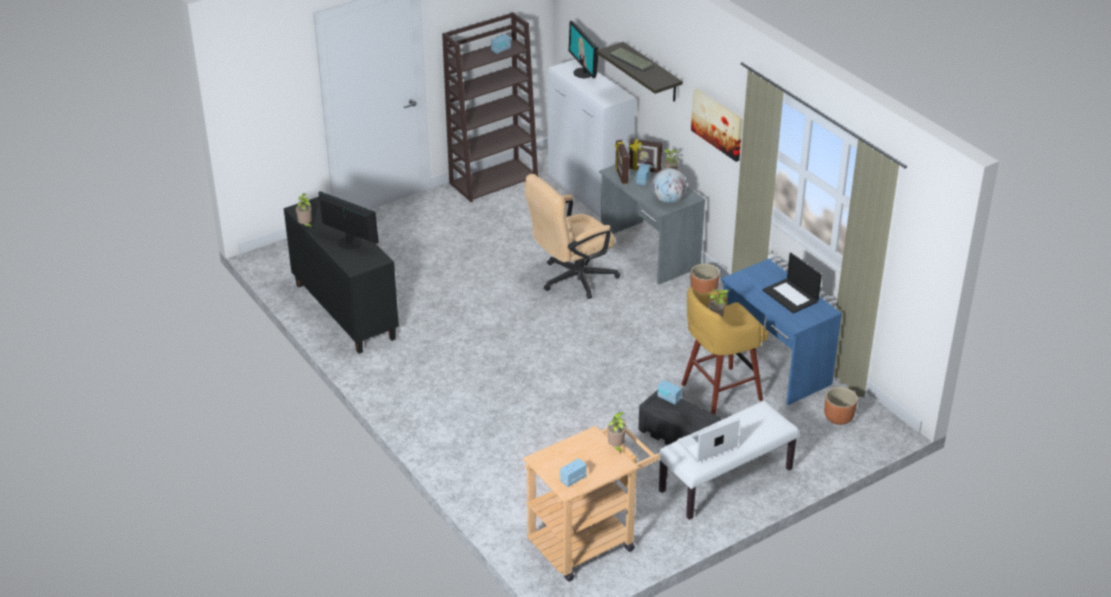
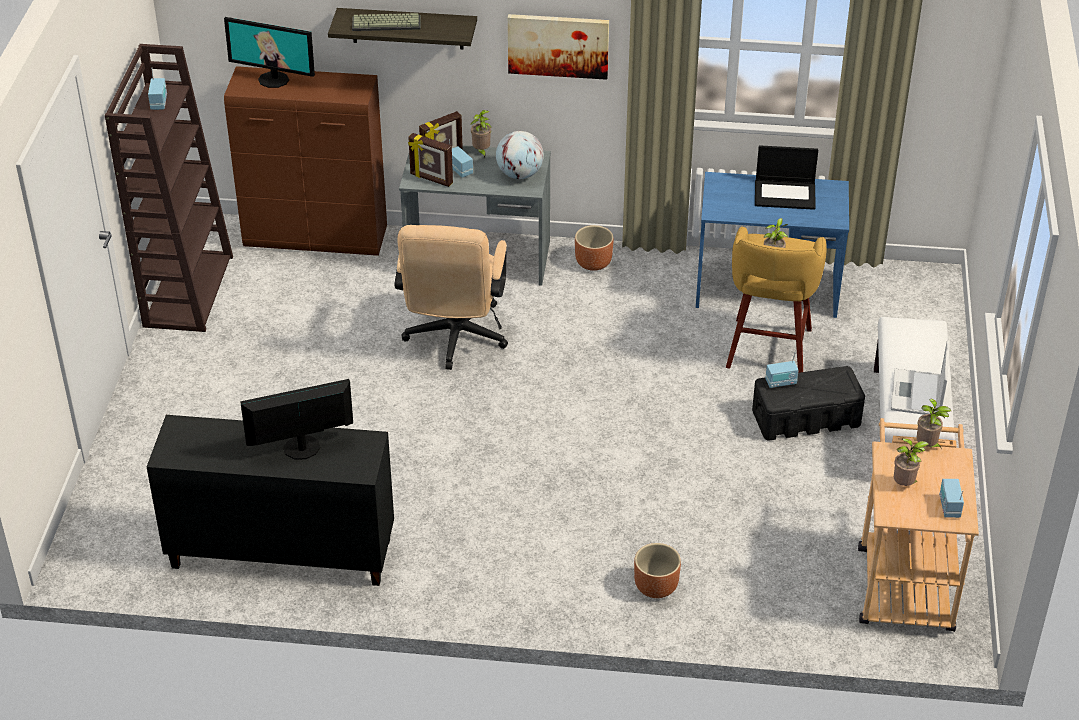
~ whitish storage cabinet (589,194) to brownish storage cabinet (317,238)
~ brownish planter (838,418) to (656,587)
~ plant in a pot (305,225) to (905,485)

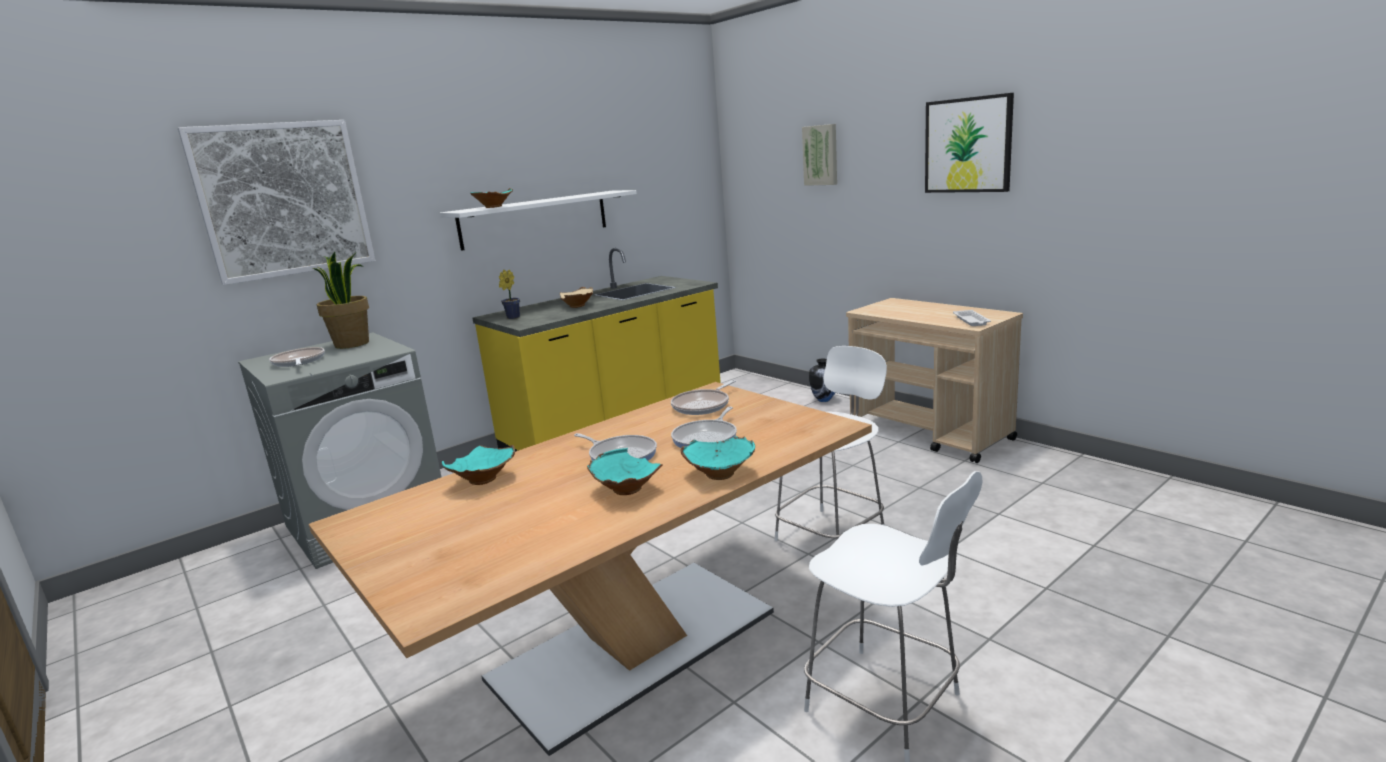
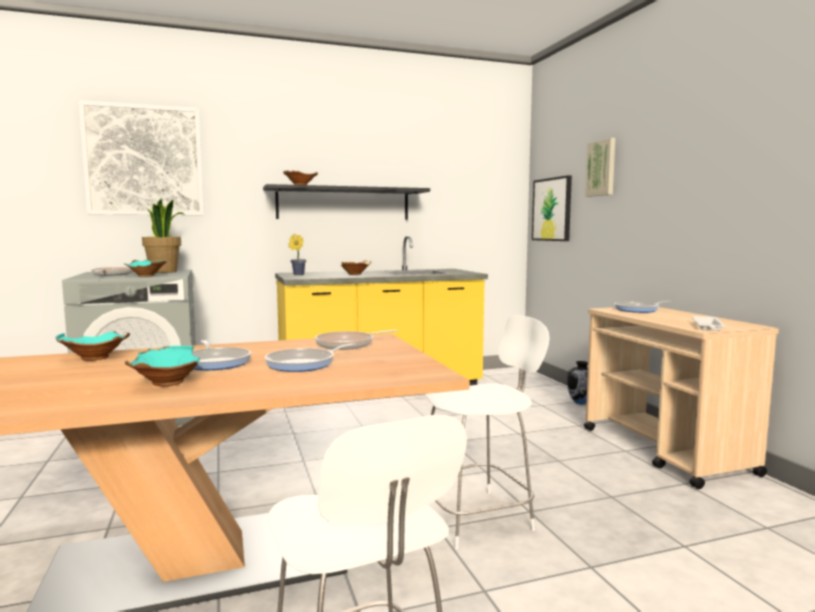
~ turquoise-coloured deep dish (720,473) to (147,275)
~ whitish bracket shelf (535,219) to blackish bracket shelf (343,204)
~ picture (968,145) to (552,209)
+ pan (638,310)

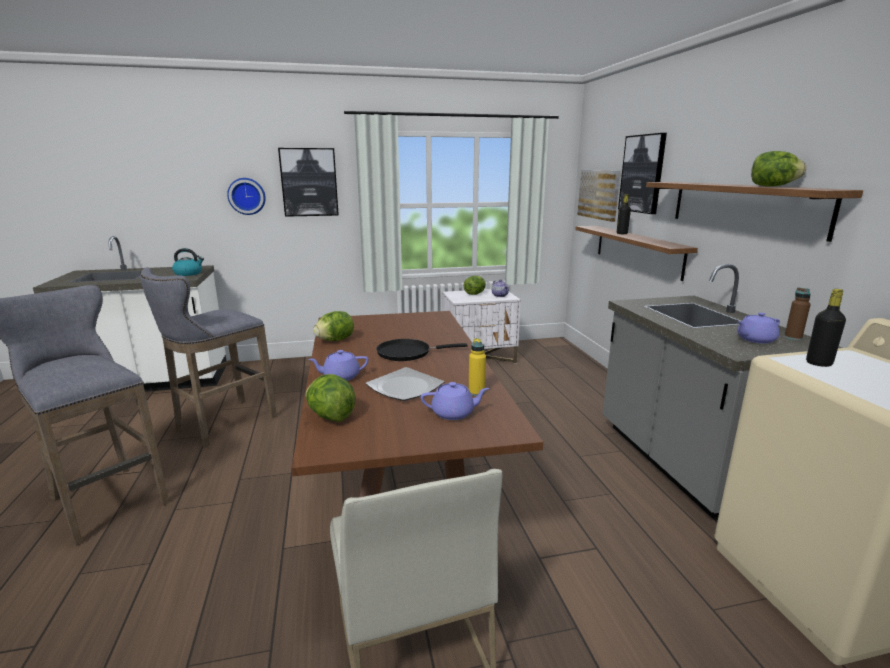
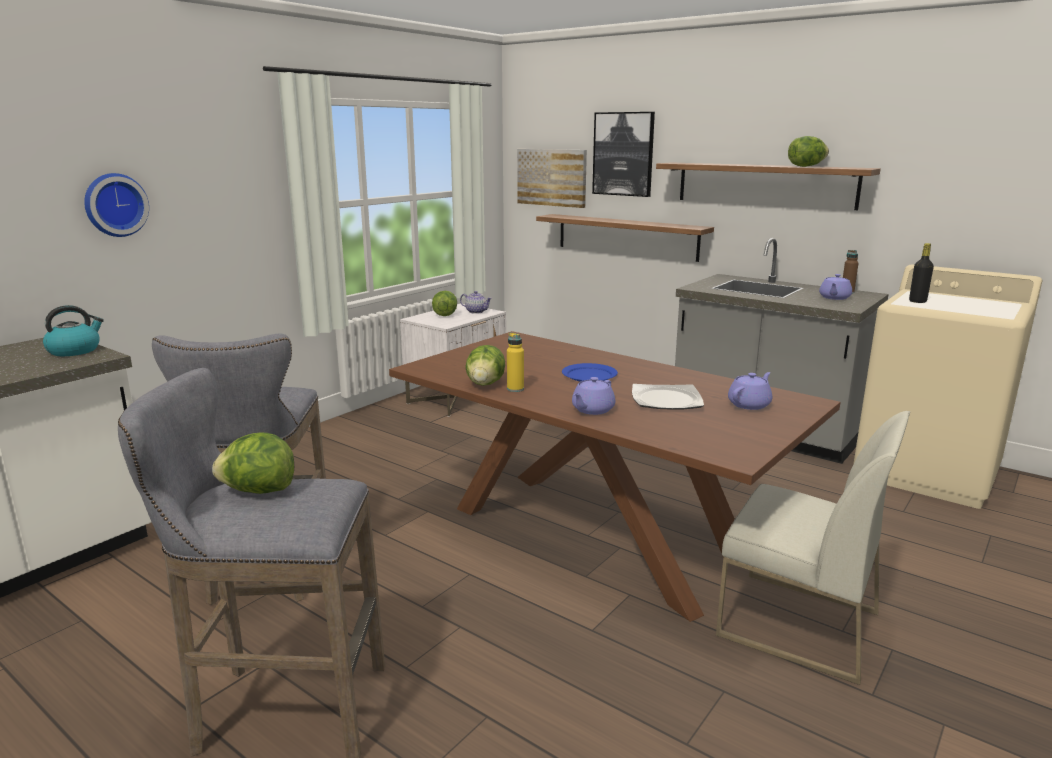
~ head of lettuce (330,416) to (259,491)
~ yellowish drink bottle (476,392) to (515,389)
~ blackish pan (408,353) to blue plate (589,375)
- picture (309,182)
- blackish drink bottle (622,233)

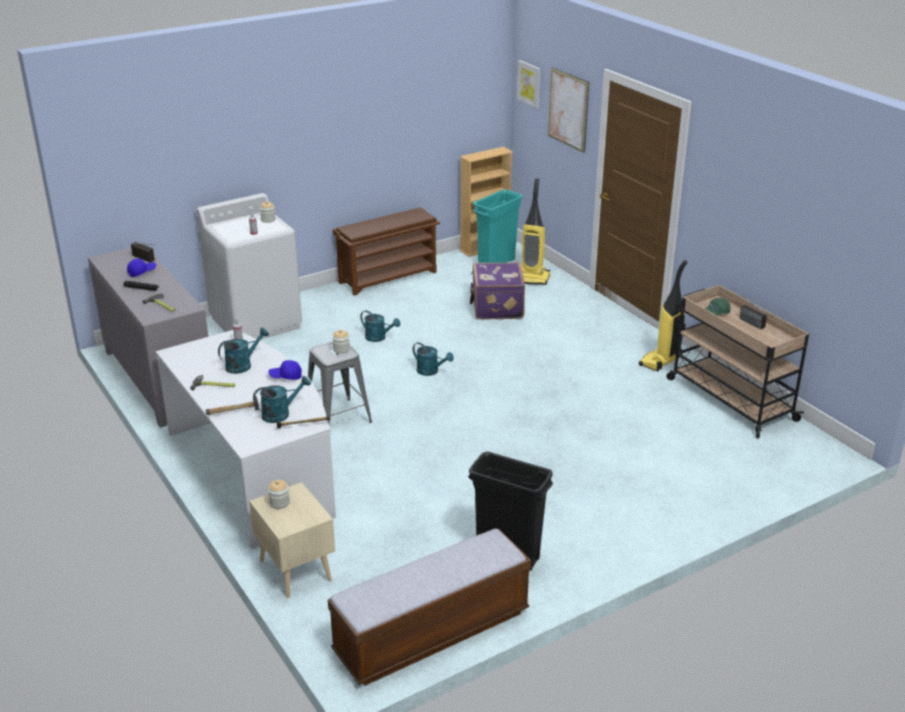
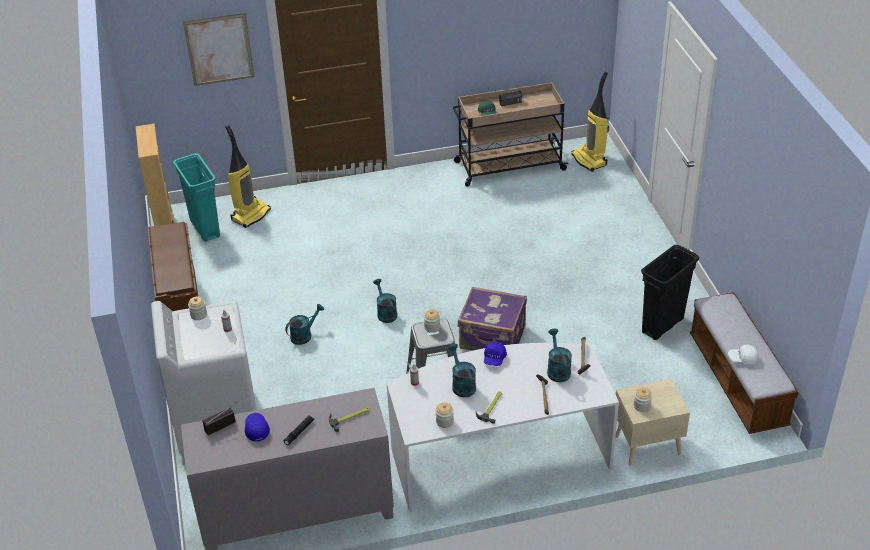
~ turquoise-coloured watering can (431,371) = (385,313) 75 degrees counterclockwise
+ preserve jar (444,421)
~ purple travel case (496,307) to (492,338)
~ vacuum (660,362) to (590,160)
+ whitish cap (742,358)
- picture (529,83)

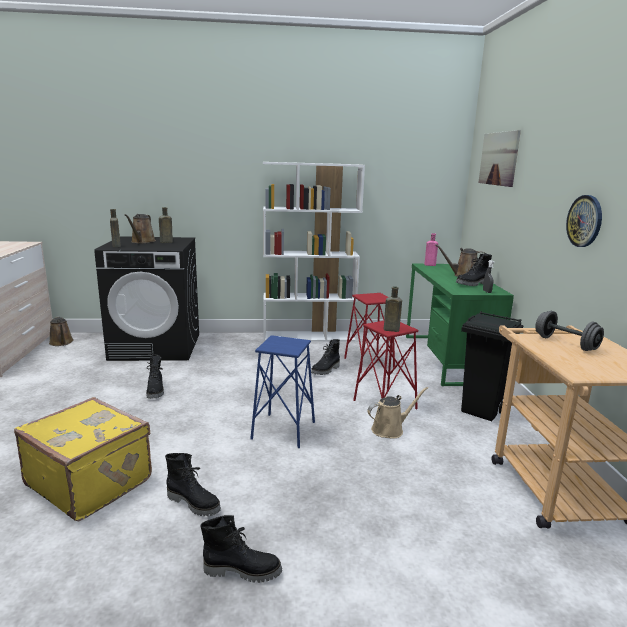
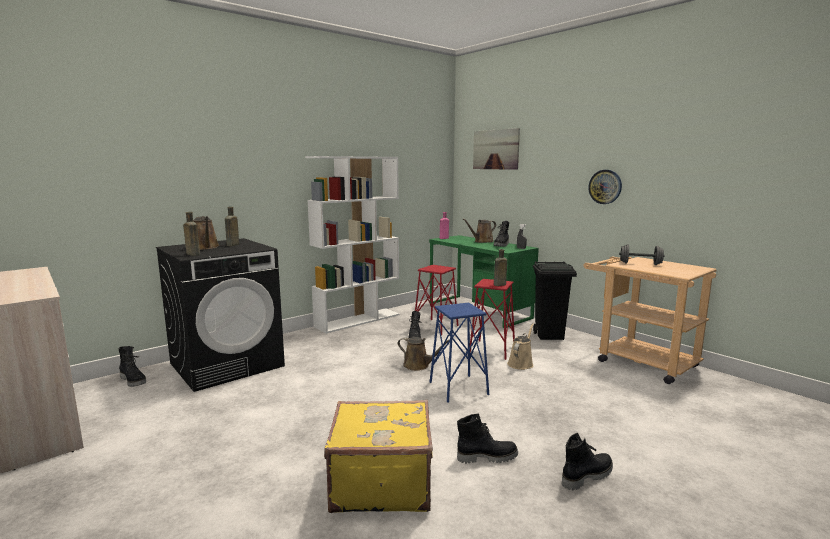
~ blackish boot (156,391) to (134,381)
~ brownish watering can (61,343) to (419,365)

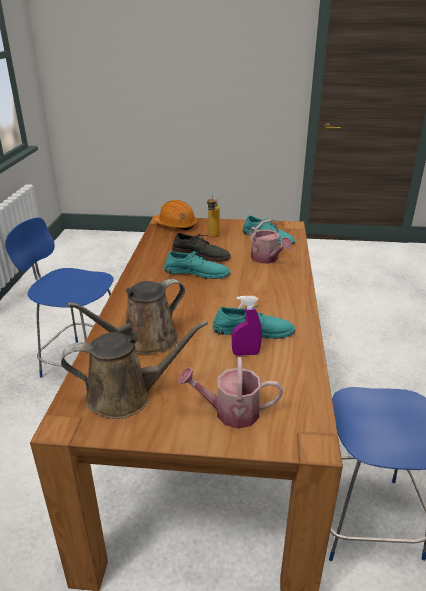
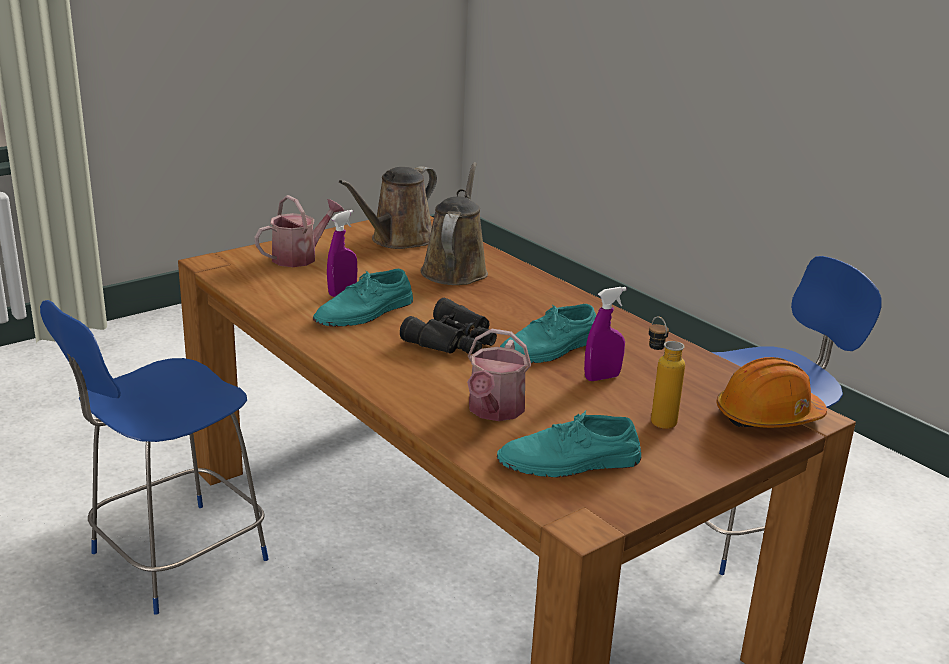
+ blackish binoculars (454,340)
~ watering can (267,259) = (494,411) 90 degrees counterclockwise
~ gray item of footwear (201,254) to purple spray bottle (602,377)

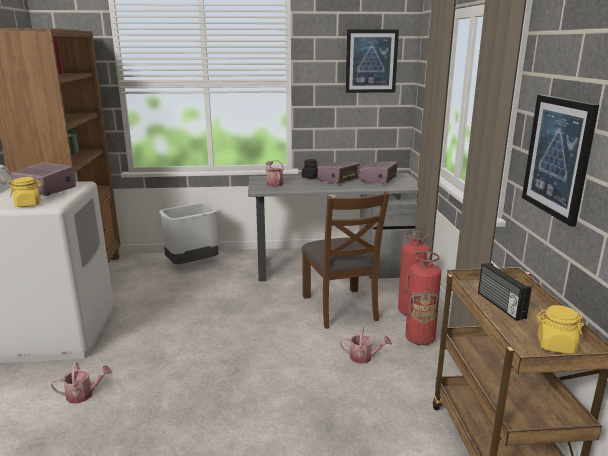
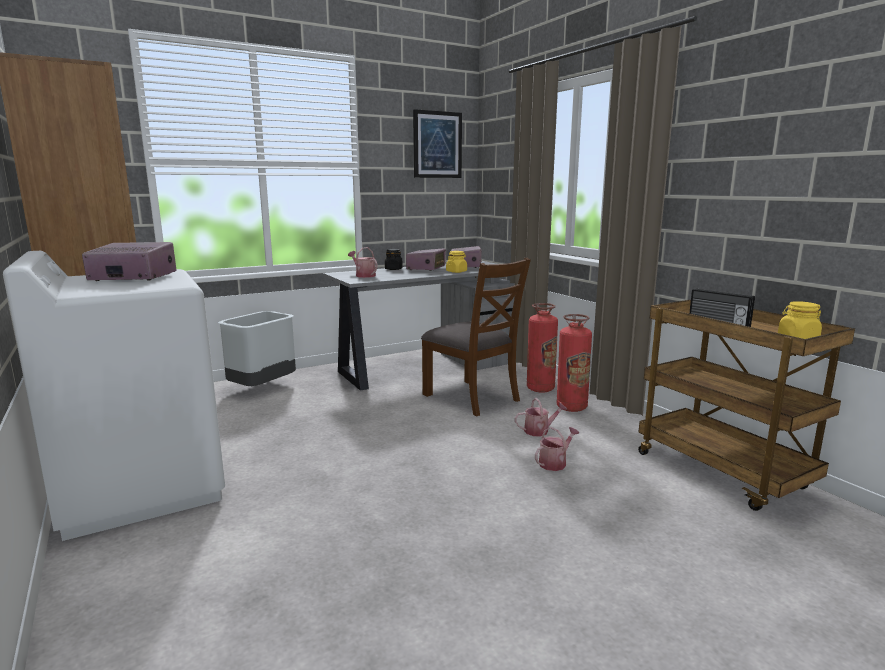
~ yellowish preserve jar (28,204) to (456,271)
~ watering can (84,394) to (555,463)
- picture (558,157)

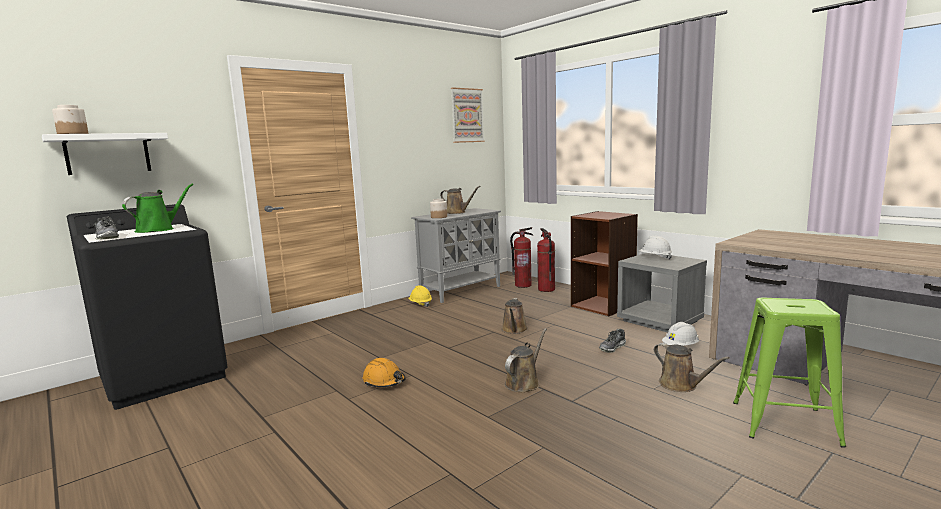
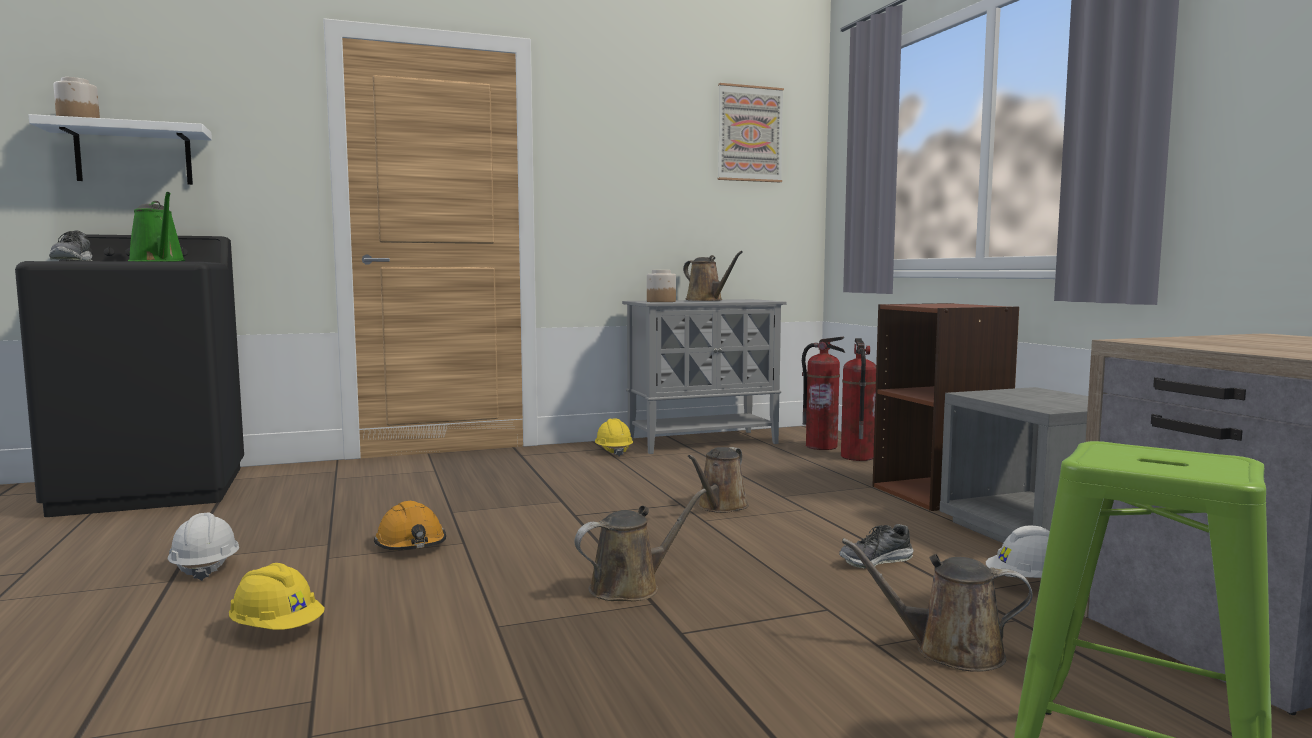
~ green watering can (158,229) = (158,261) 90 degrees clockwise
~ whitish hard hat (654,258) to (205,568)
+ yellowish hard hat (277,630)
~ brownish watering can (681,385) = (949,651) 120 degrees clockwise

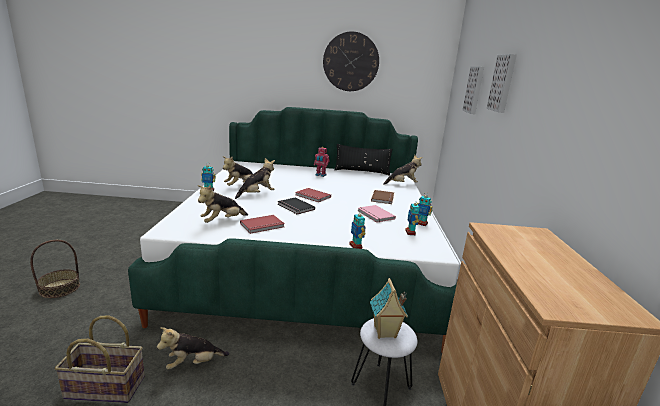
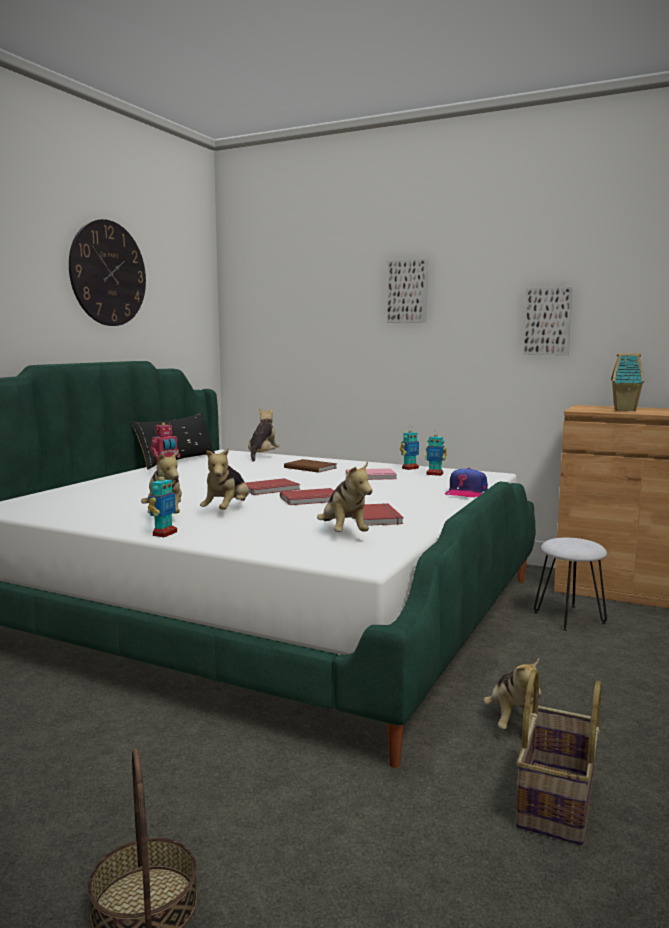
~ plush toy (257,194) = (227,510) 150 degrees counterclockwise
~ blackish bound book (295,207) to red bound book (311,499)
~ model robot (356,246) to cap (465,492)
~ picture (475,90) to (548,321)
~ model house (385,332) to (625,410)

